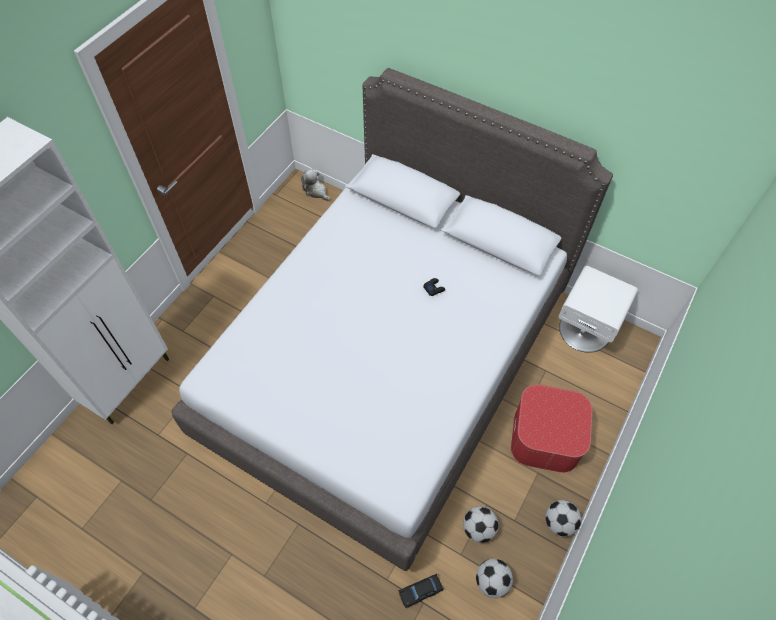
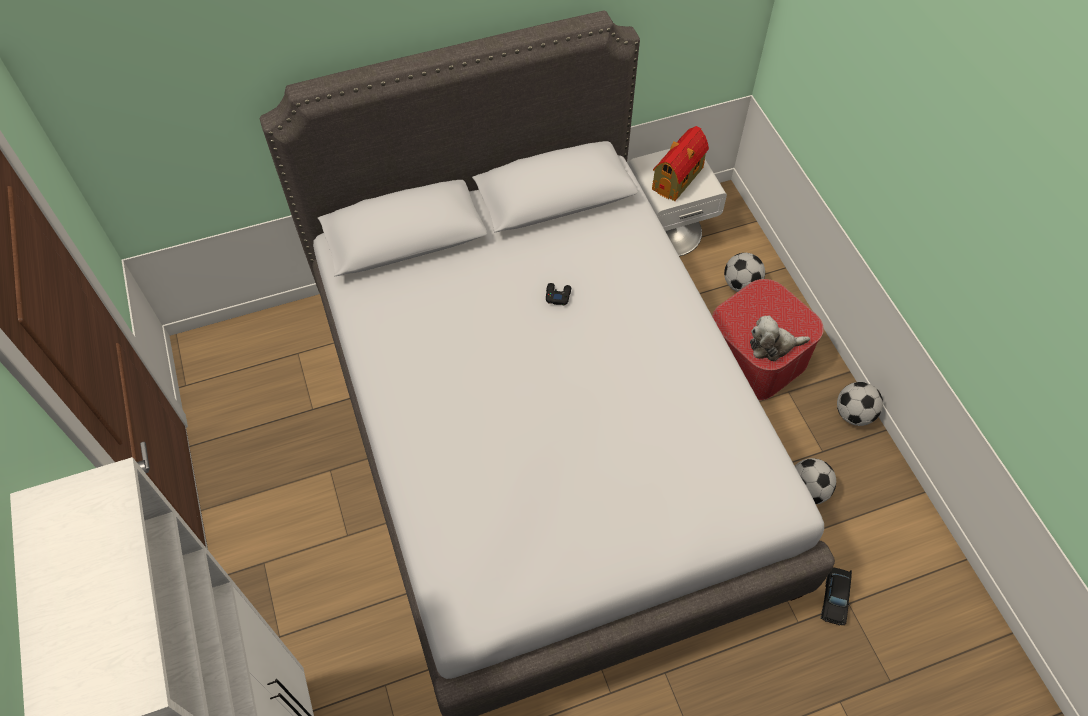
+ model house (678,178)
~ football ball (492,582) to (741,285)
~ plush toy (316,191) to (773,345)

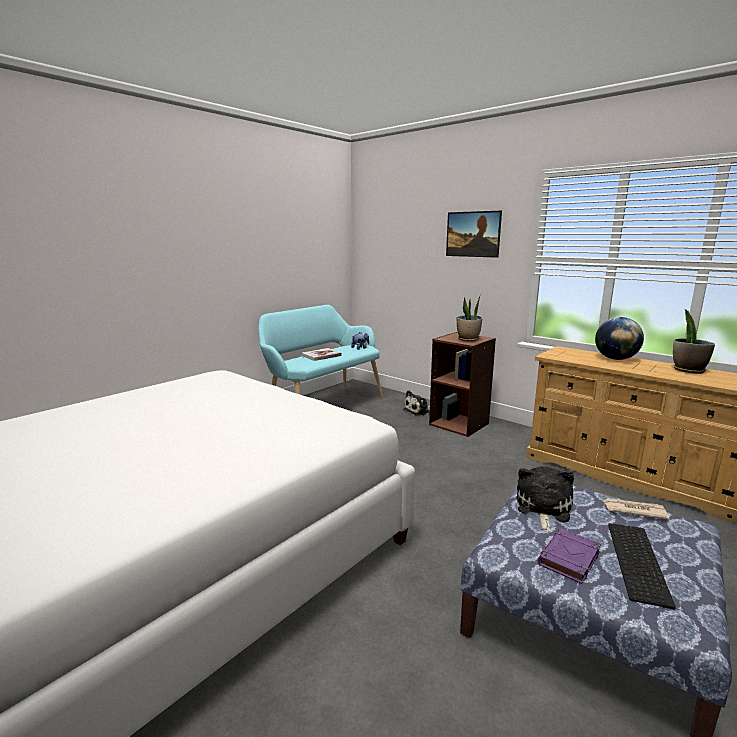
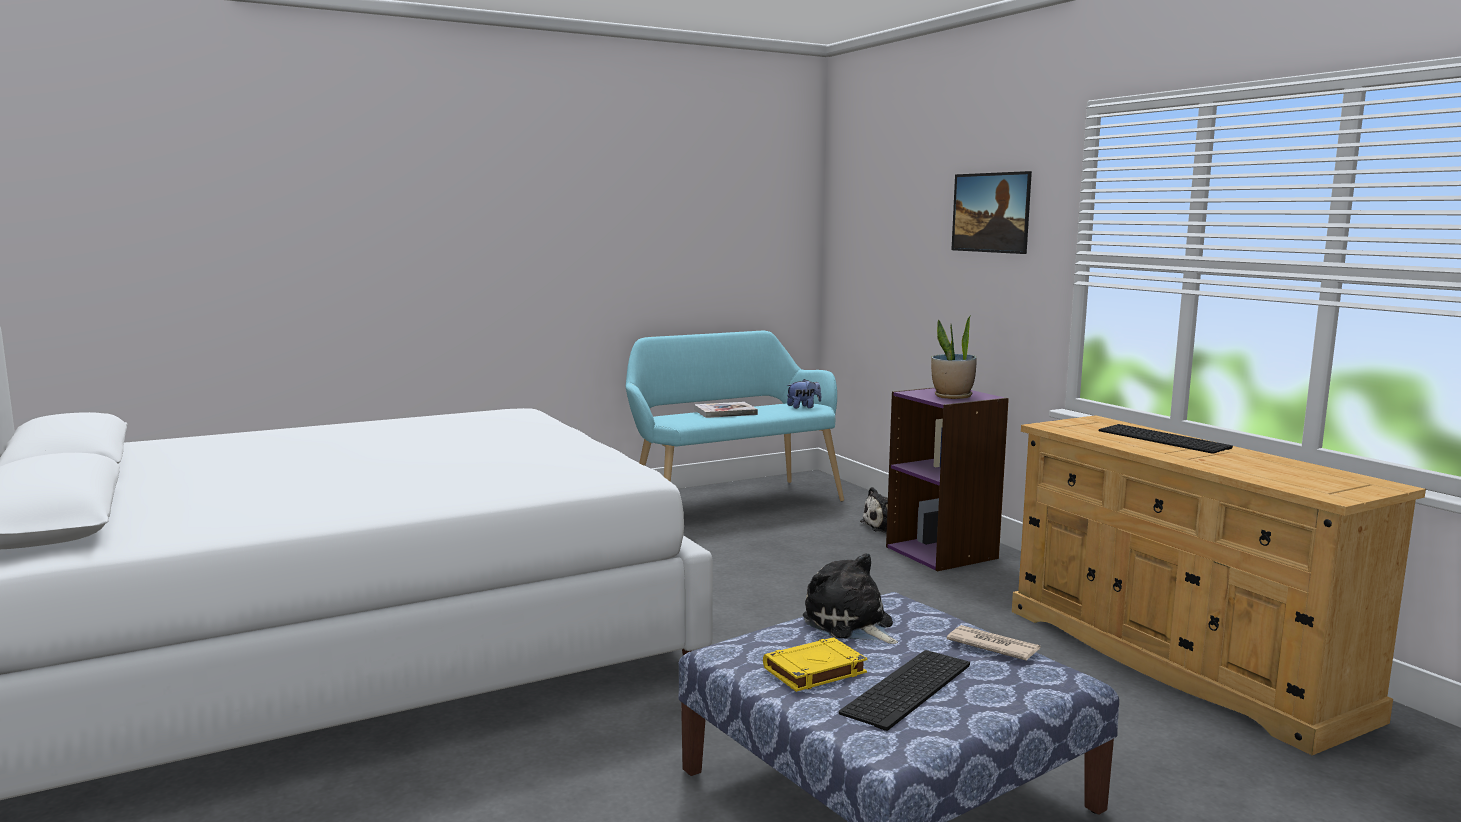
~ purple bound book (569,559) to yellowish bound book (814,671)
~ plush toy (542,509) = (850,624) 75 degrees counterclockwise
~ brownish bookcase (459,424) to purple bookcase (942,552)
~ desk globe (615,359) to computer keyboard (1165,439)
- plant in a pot (688,370)

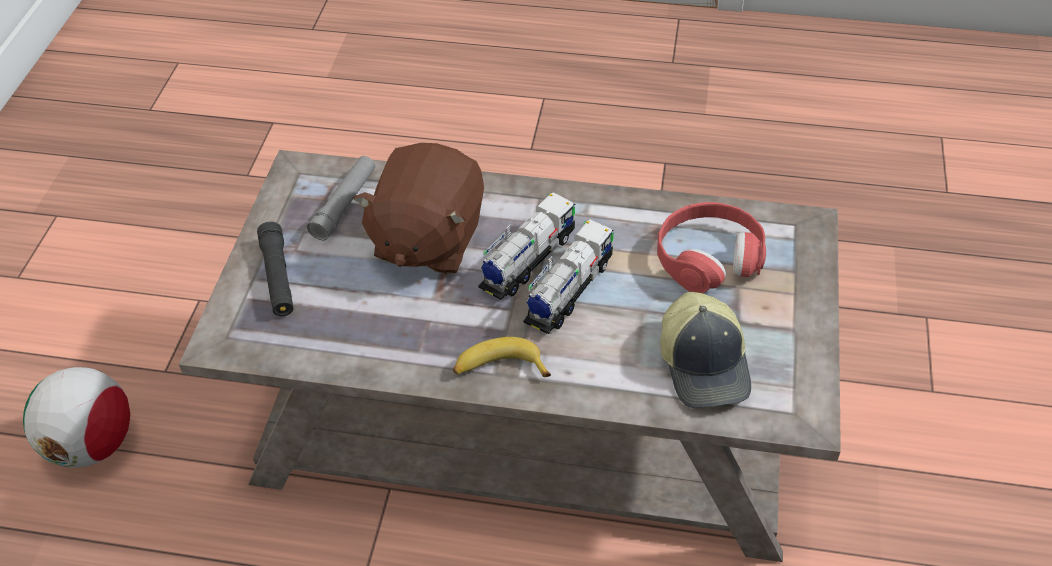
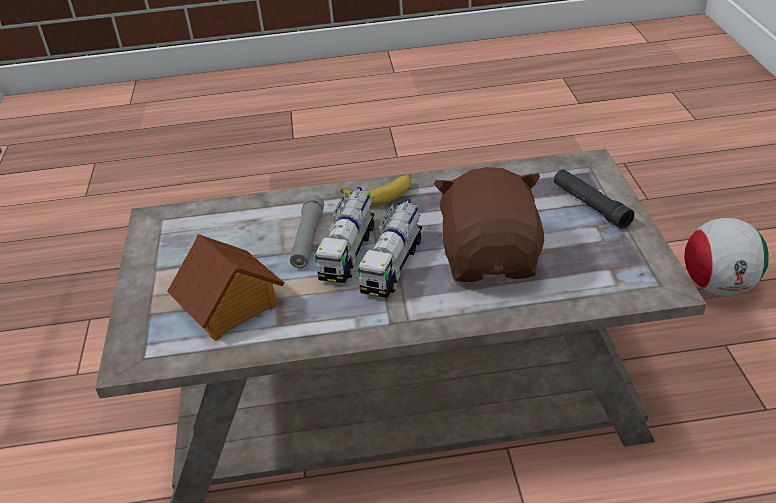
~ red pair of headphones (708,257) to model house (230,306)
~ gray flashlight (344,204) to (308,239)
- cap (705,364)

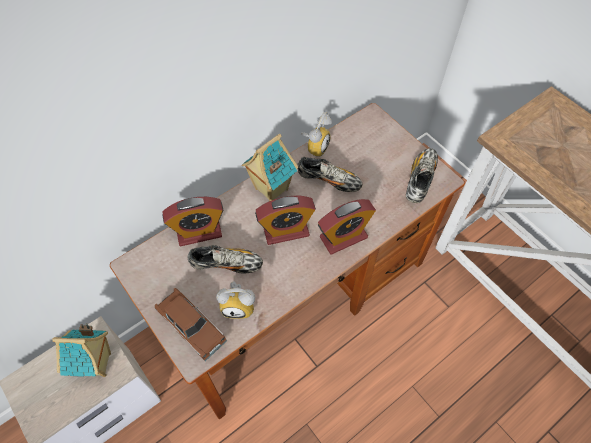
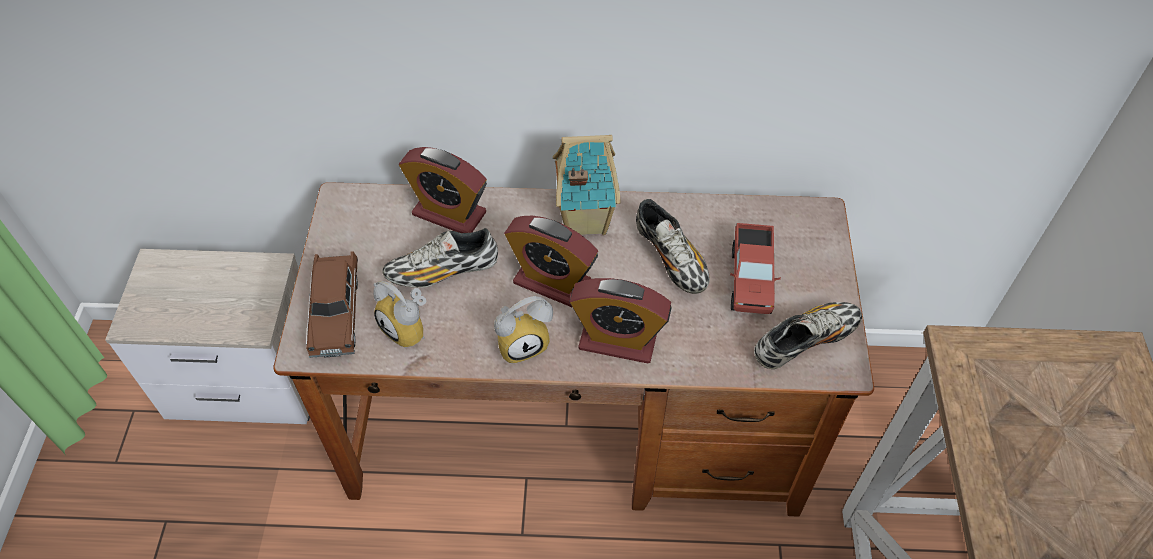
~ item of footwear (226,264) = (443,271) 120 degrees clockwise
~ bedside clock (315,146) to (523,343)
+ model truck (750,280)
- model house (97,364)

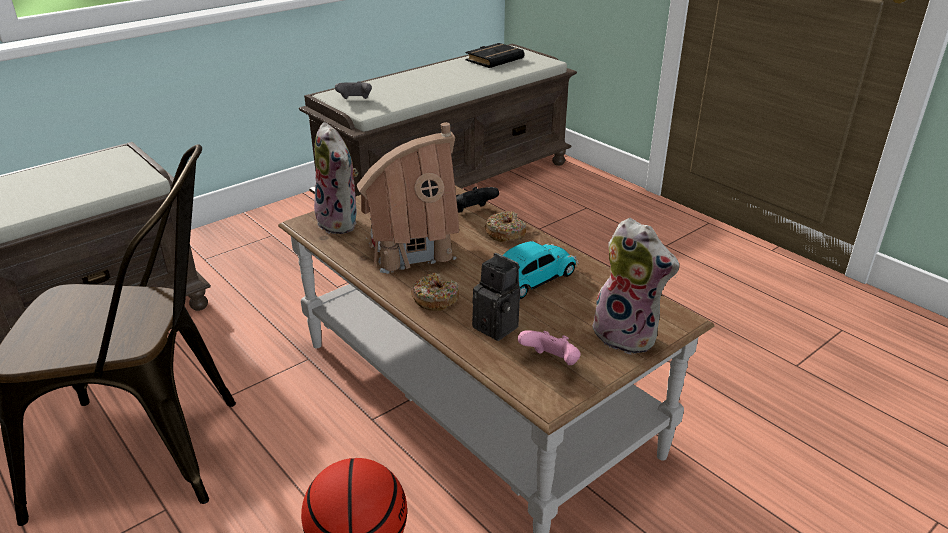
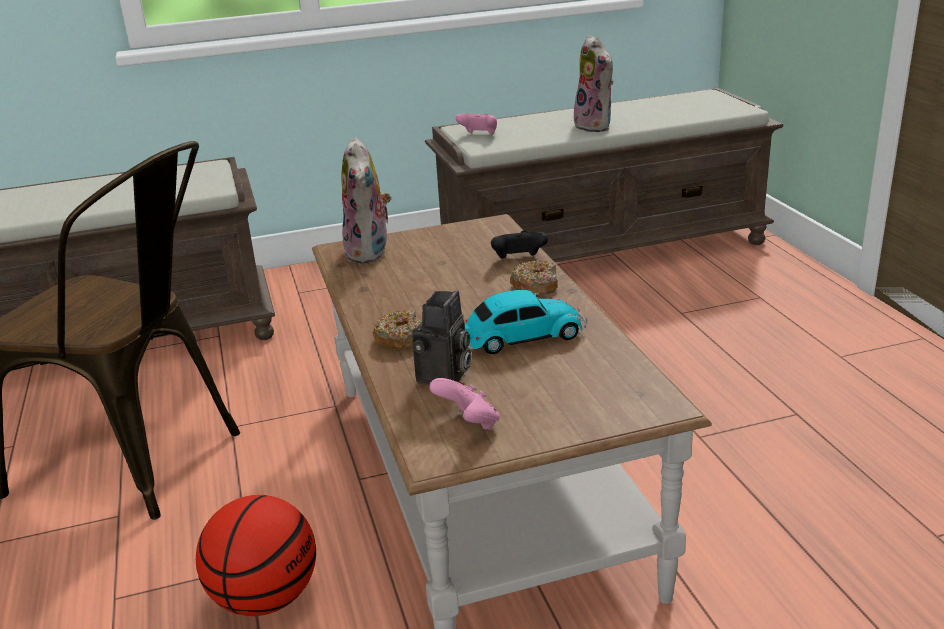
~ still camera (499,327) = (444,377) 45 degrees clockwise
~ gray gamepad (355,100) to pink gamepad (479,135)
~ plush toy (628,335) to (596,126)
- model house (411,248)
- blackish bound book (494,59)

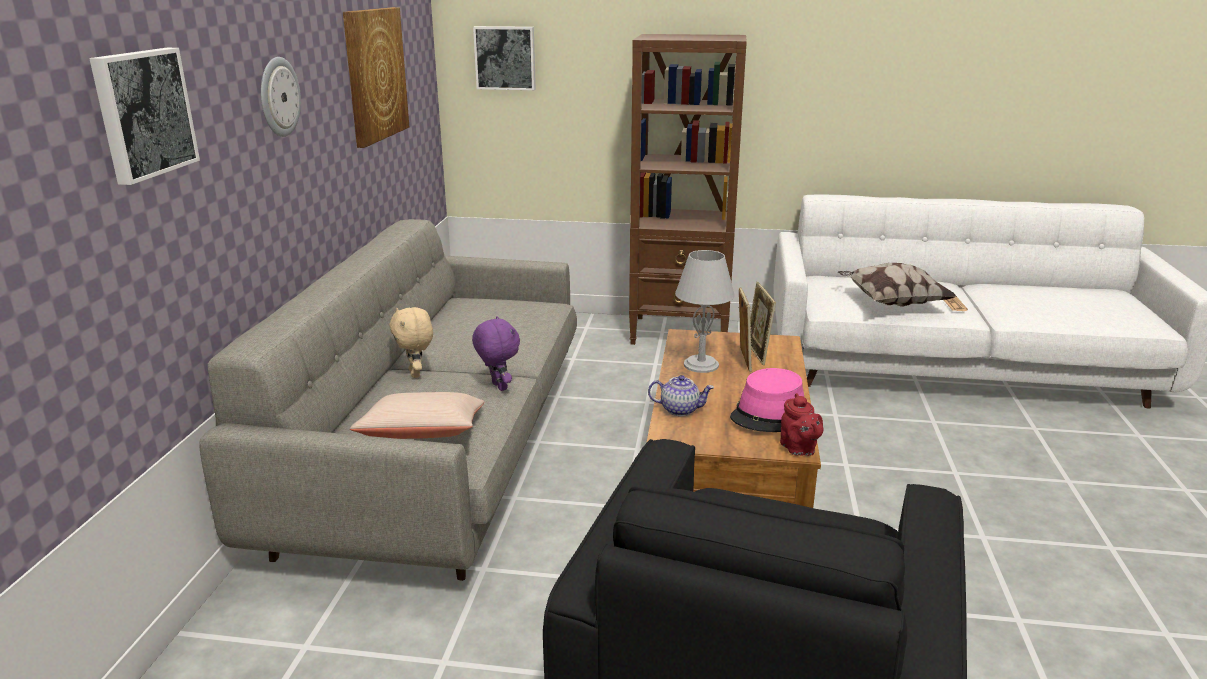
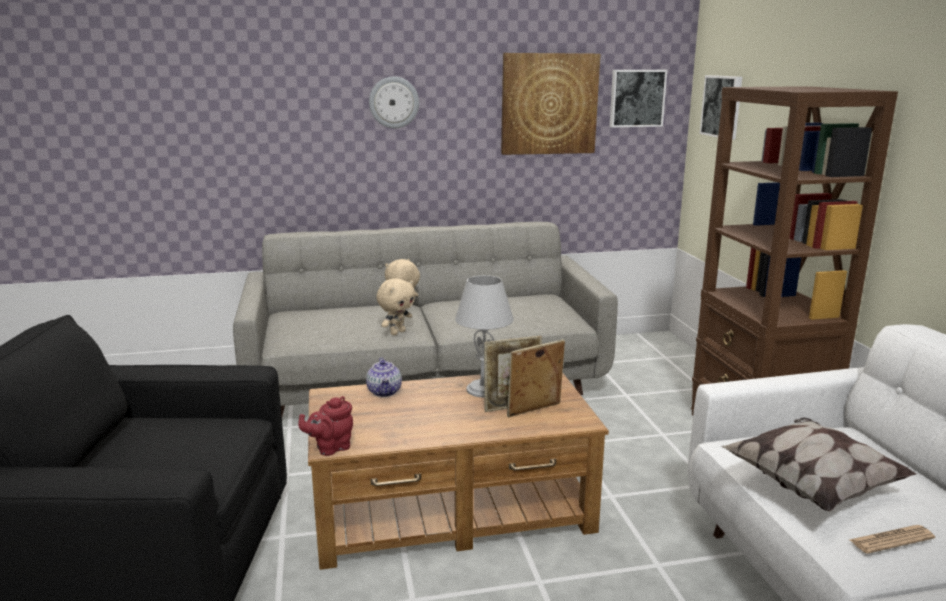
~ purple plush toy (498,387) to beige-coloured plush toy (397,332)
~ picture (143,113) to (636,98)
- beige-coloured throw pillow (423,435)
- pink hat (768,413)

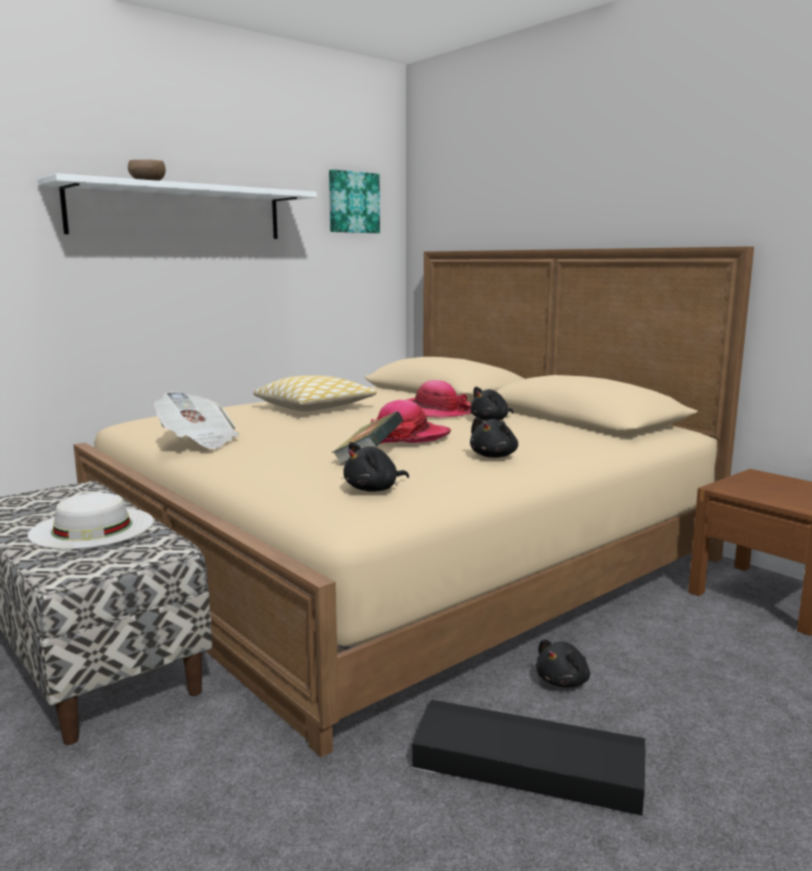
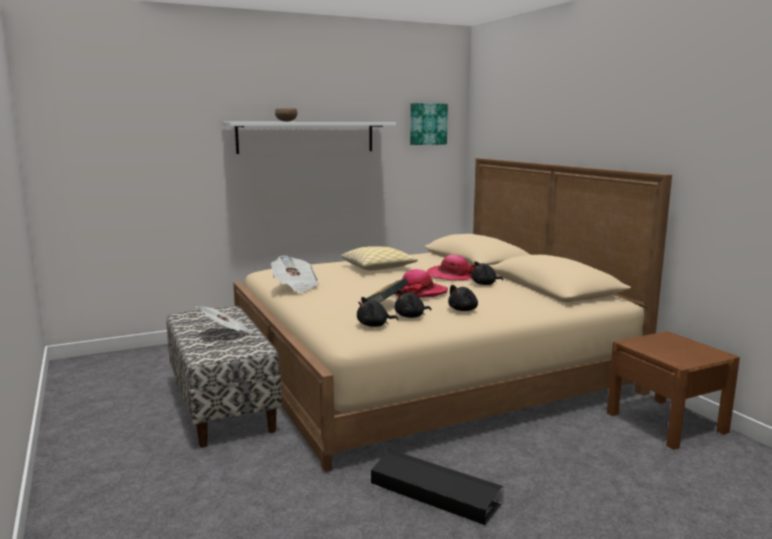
~ whitish hat (92,528) to printed paper (226,333)
~ blackish plush toy (564,681) to (411,316)

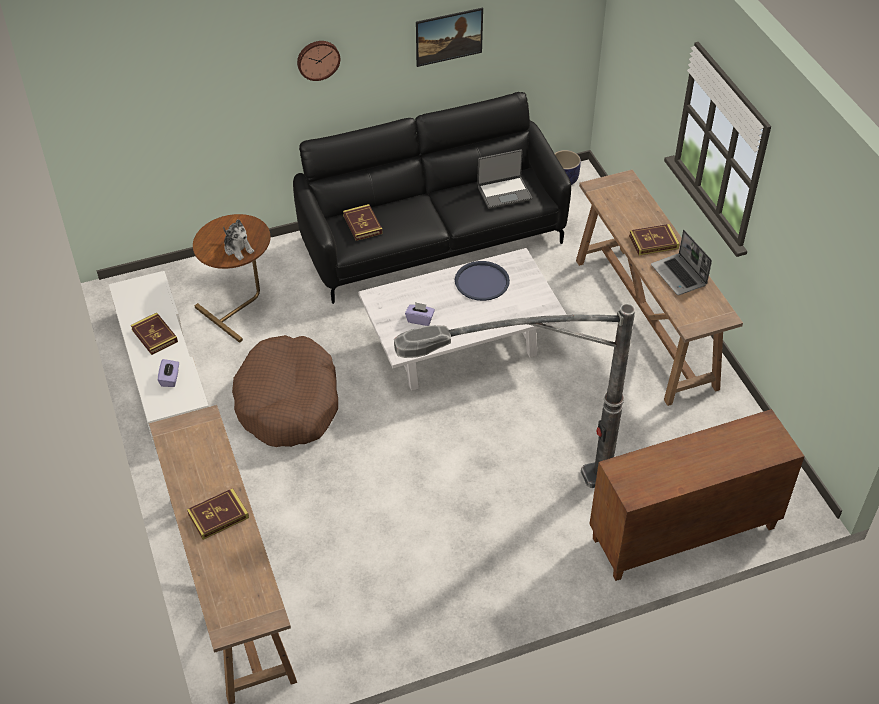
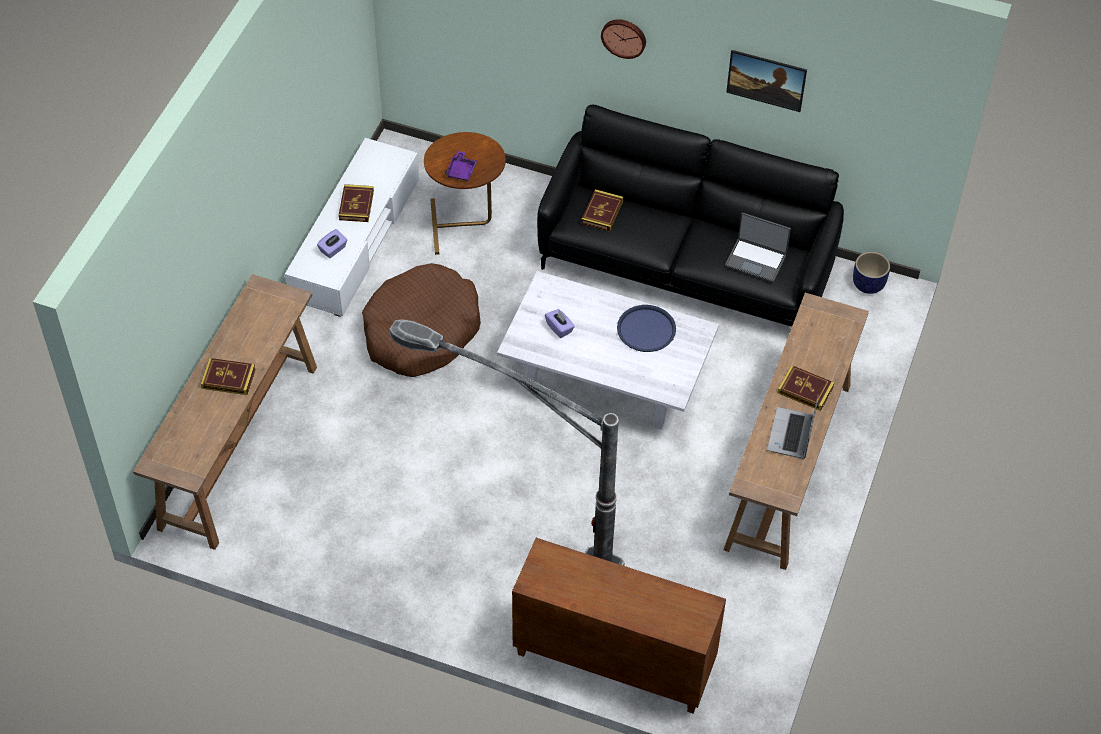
~ plush toy (238,249) to purple tray (461,171)

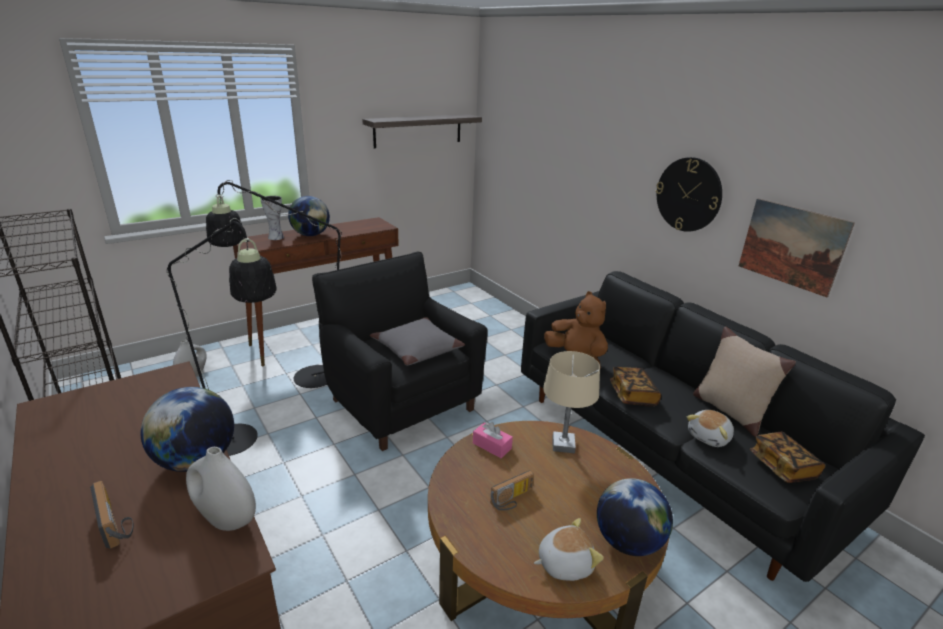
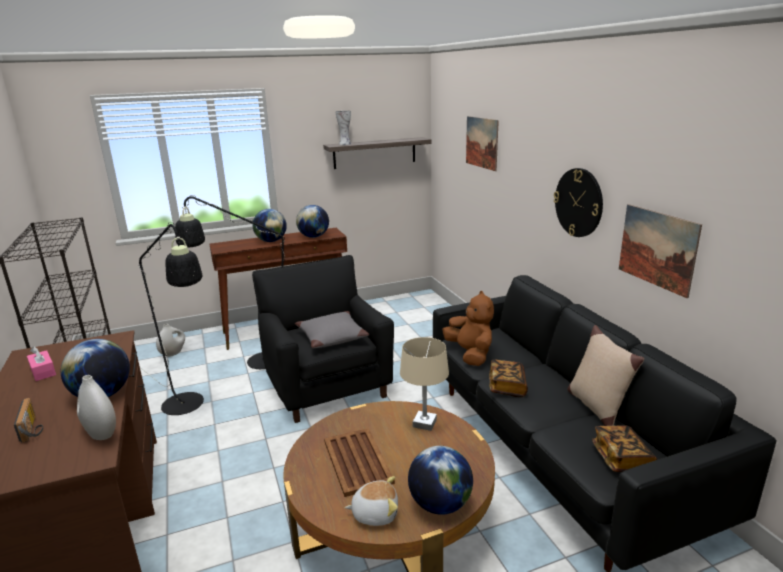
~ pink box of tissues (492,446) to (43,371)
+ desk globe (314,237)
~ radio receiver (513,500) to brownish tray (357,461)
~ flower vase (275,237) to (345,144)
+ picture (481,142)
- plush toy (709,437)

